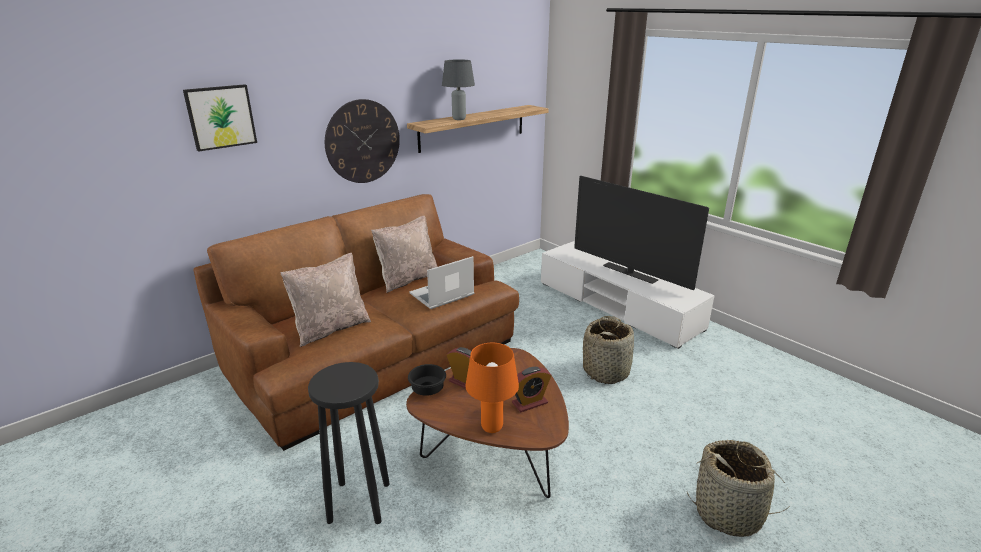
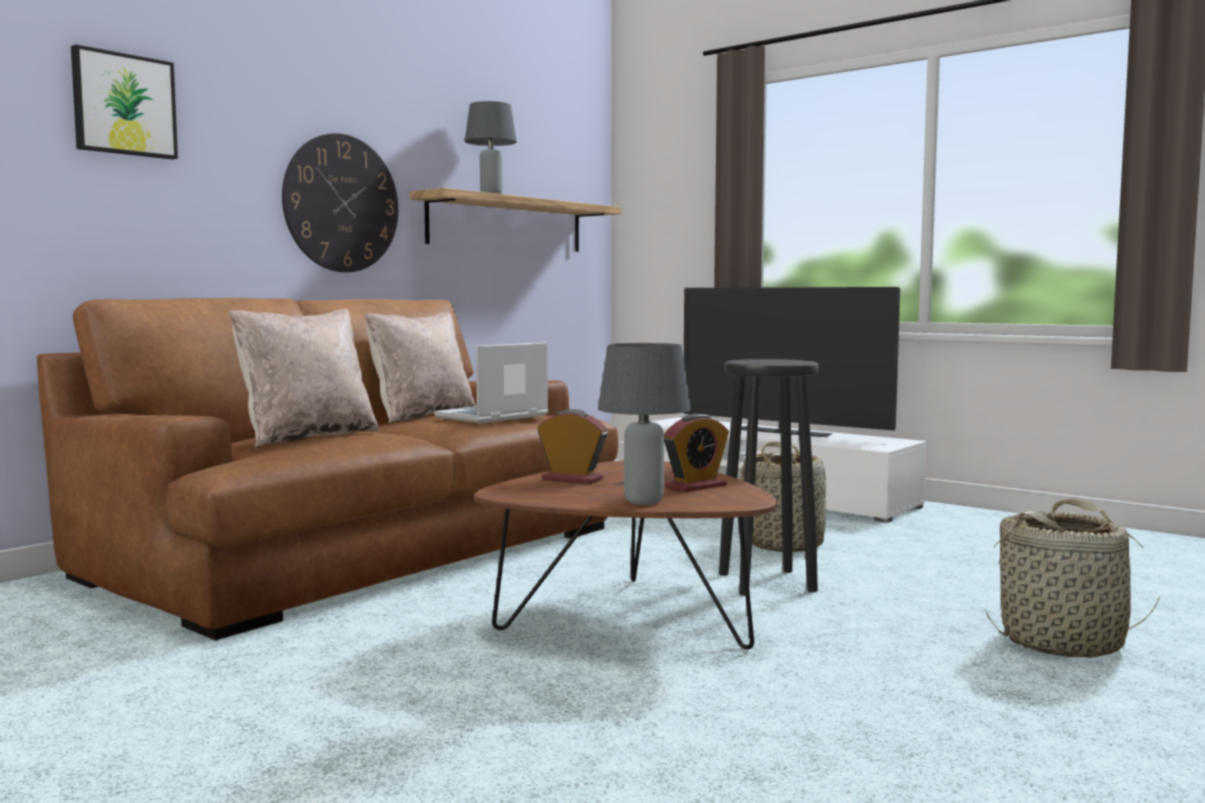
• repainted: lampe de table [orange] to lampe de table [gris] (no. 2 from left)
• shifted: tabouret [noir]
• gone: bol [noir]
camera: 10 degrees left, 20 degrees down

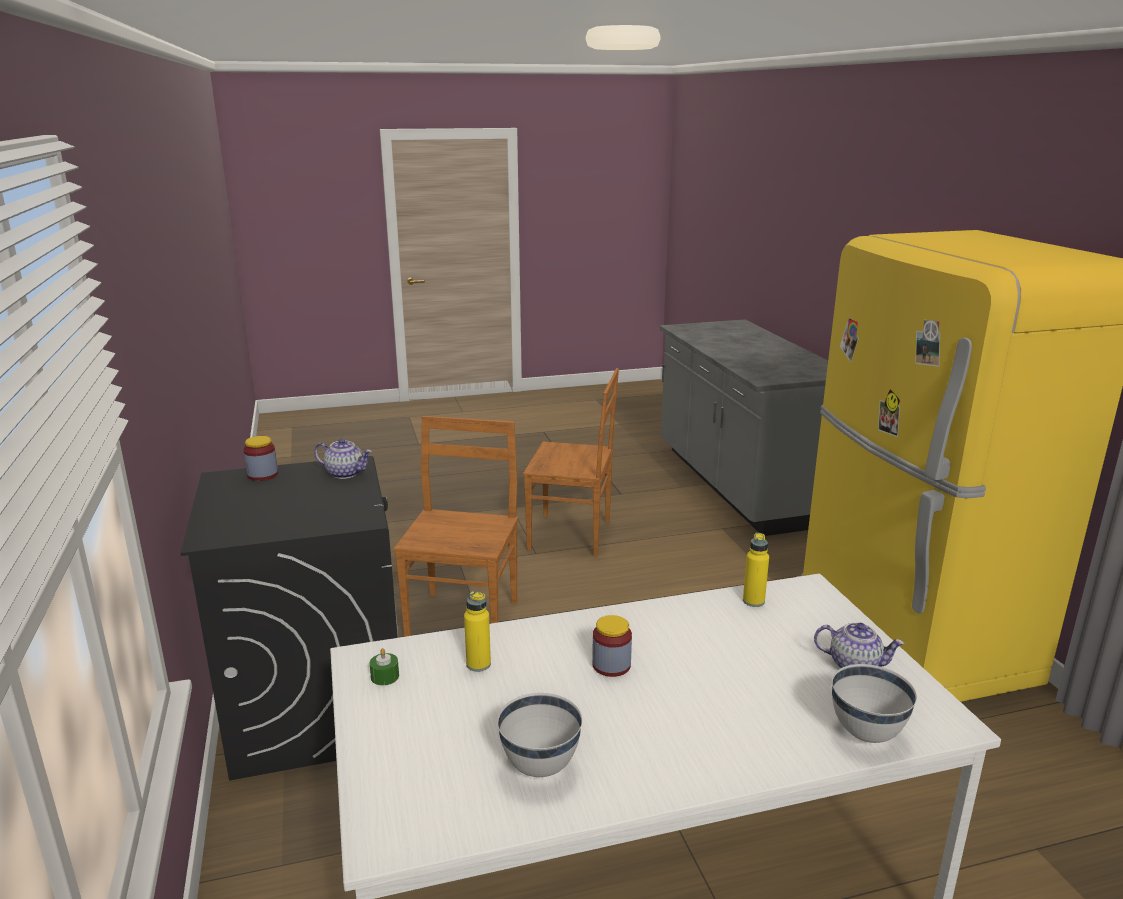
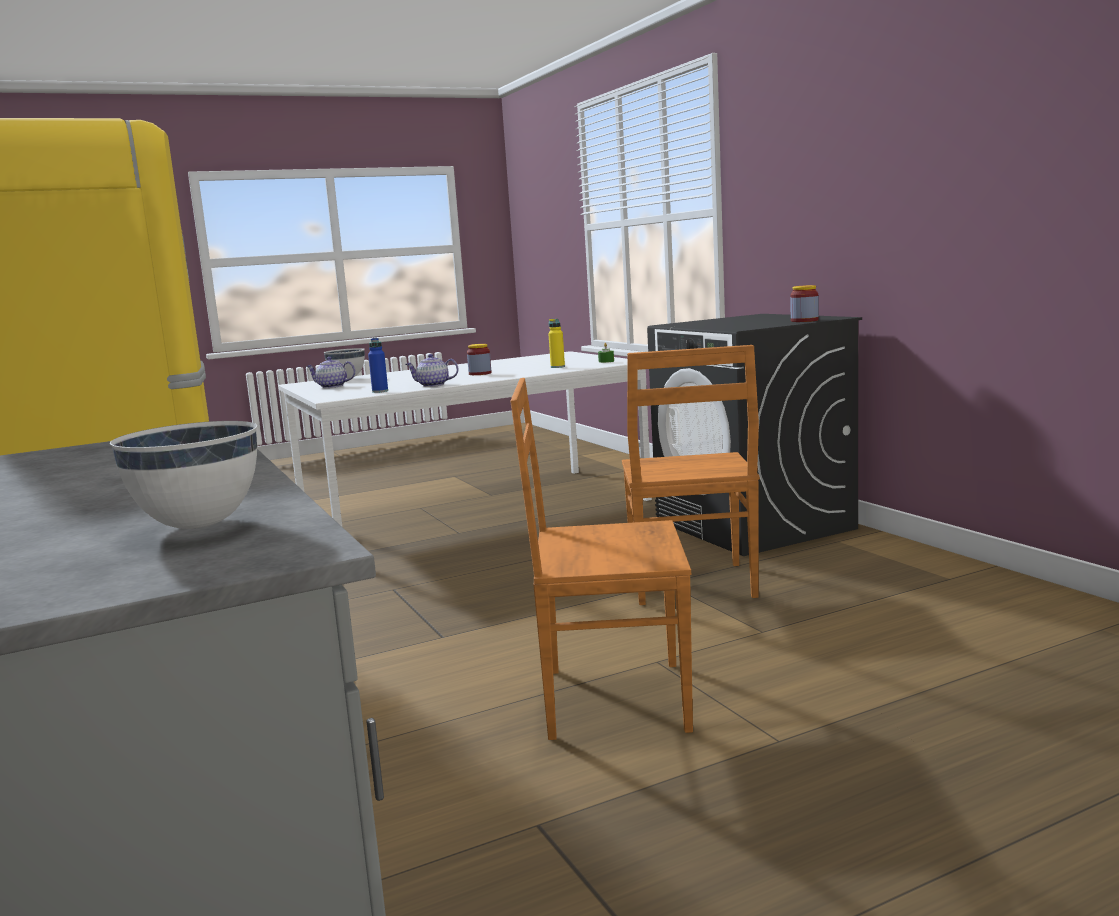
• shifted: théière (no. 1 from left in the first image) to théière (no. 2 from left)
• repainted: bouteille [jaune] (no. 2 from left) to bouteille [bleu]
• shifted: bol [blanc] (no. 1 from left)
camera: 170 degrees right, 10 degrees down

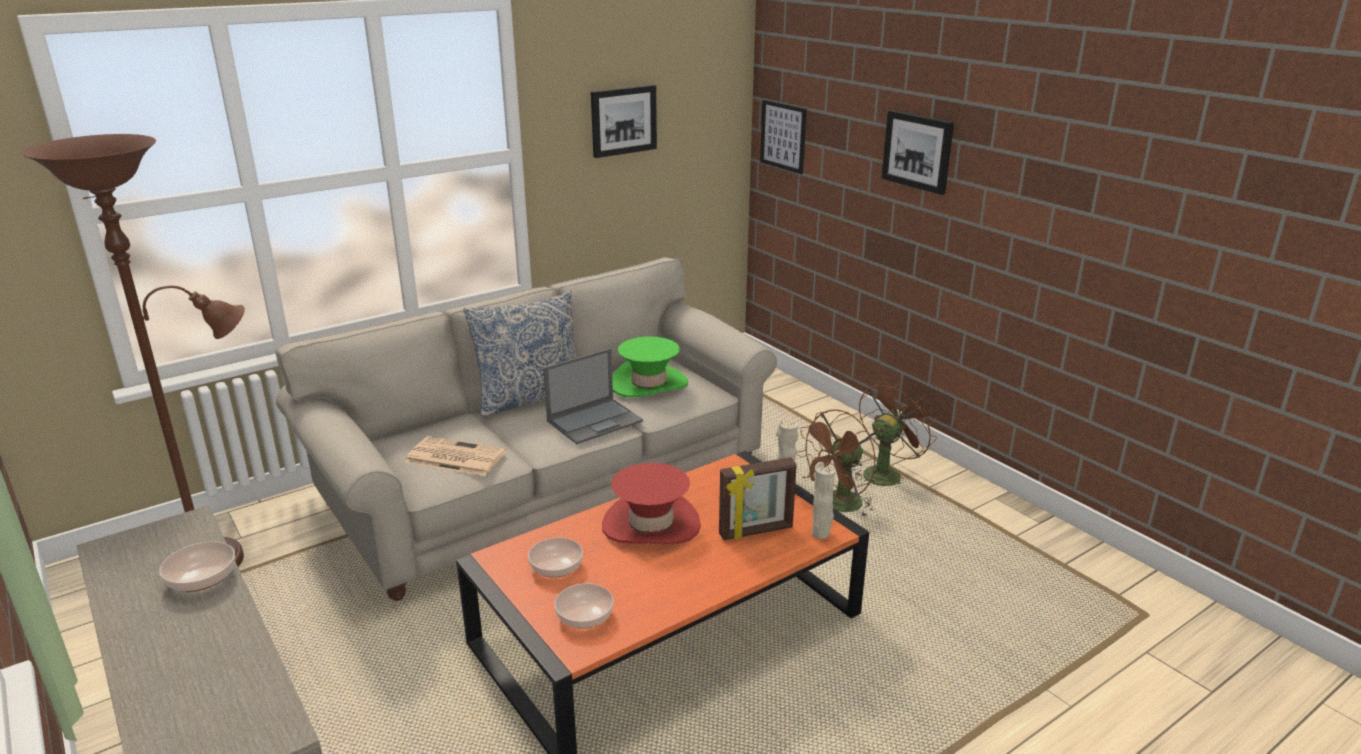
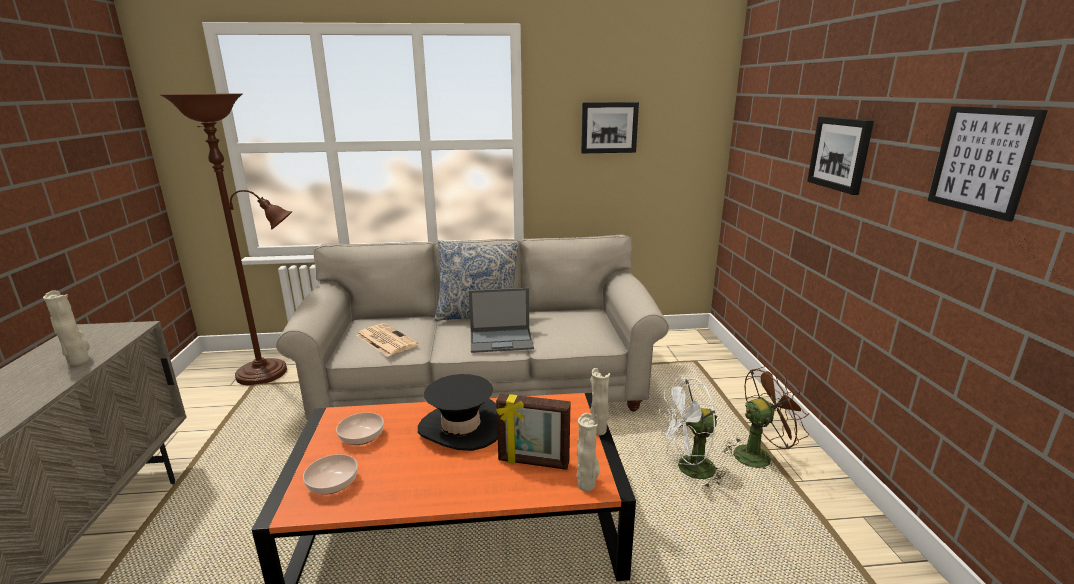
• shifted: tableau (no. 2 from left in the first image) to tableau (no. 3 from left)
• gone: chapeau [vert]
• repainted: ventilateur [marron] (no. 1 from left) to ventilateur [blanc]
• repainted: chapeau [rouge] to chapeau [noir]
• swapped: bol (no. 1 from left) to vase [beige] (no. 1 from left)
camera: 30 degrees right, 5 degrees down

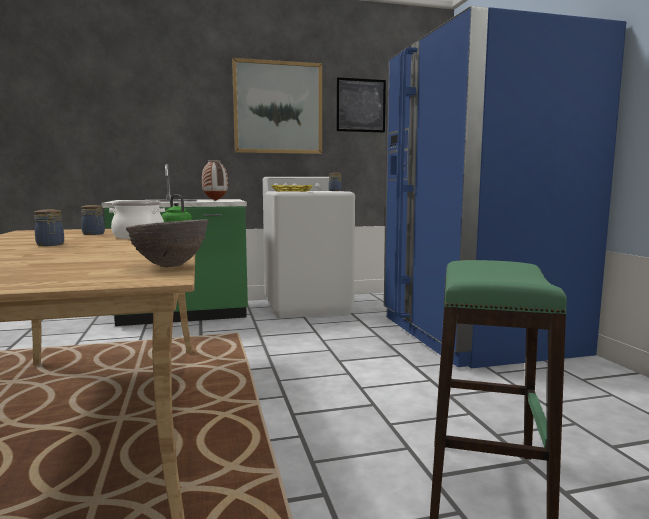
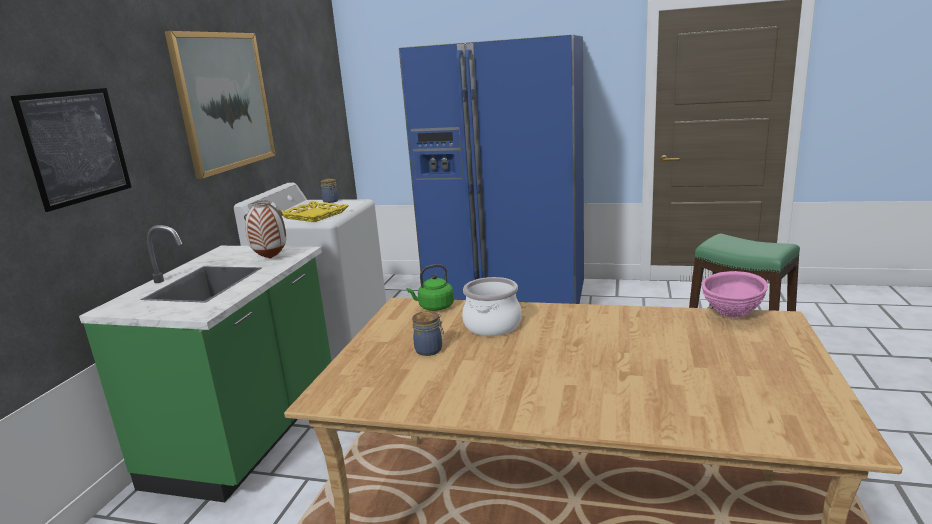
• shifted: tableau (no. 2 from left in the first image) to tableau (no. 1 from left)
• gone: bocal (no. 1 from left)
• repainted: bol [marron] to bol [rose]
camera: 60 degrees left, 10 degrees up

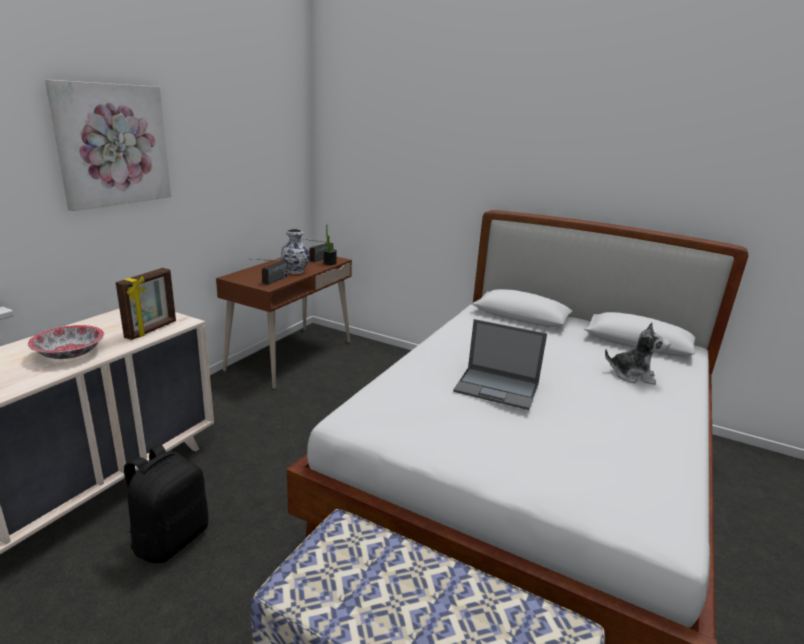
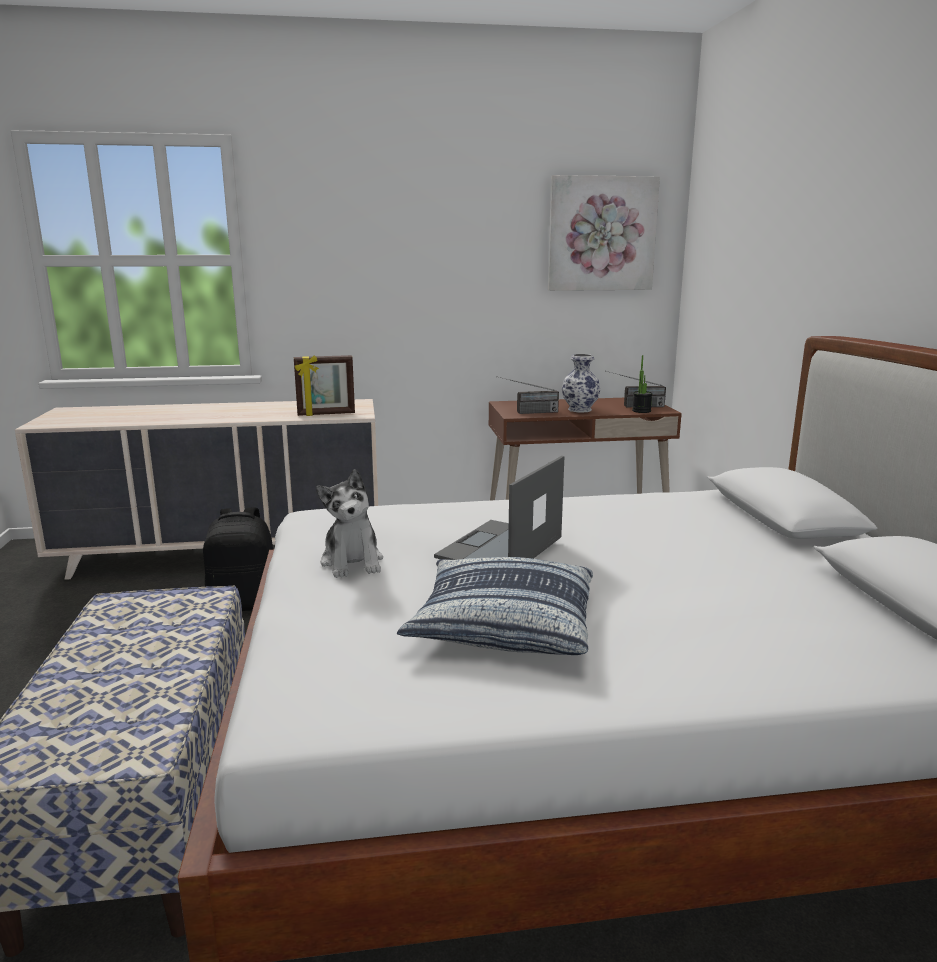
• shifted: tableau
• rotated: ordinateur portable 45 degrees clockwise
• shifted: peluche
• gone: bol
• new: coussin
camera: 55 degrees right, 5 degrees down

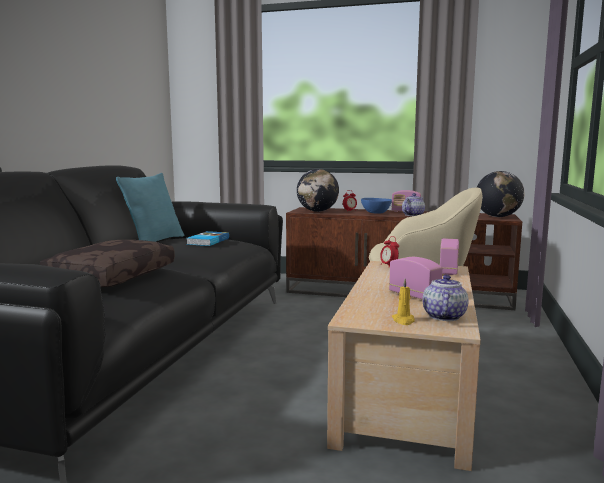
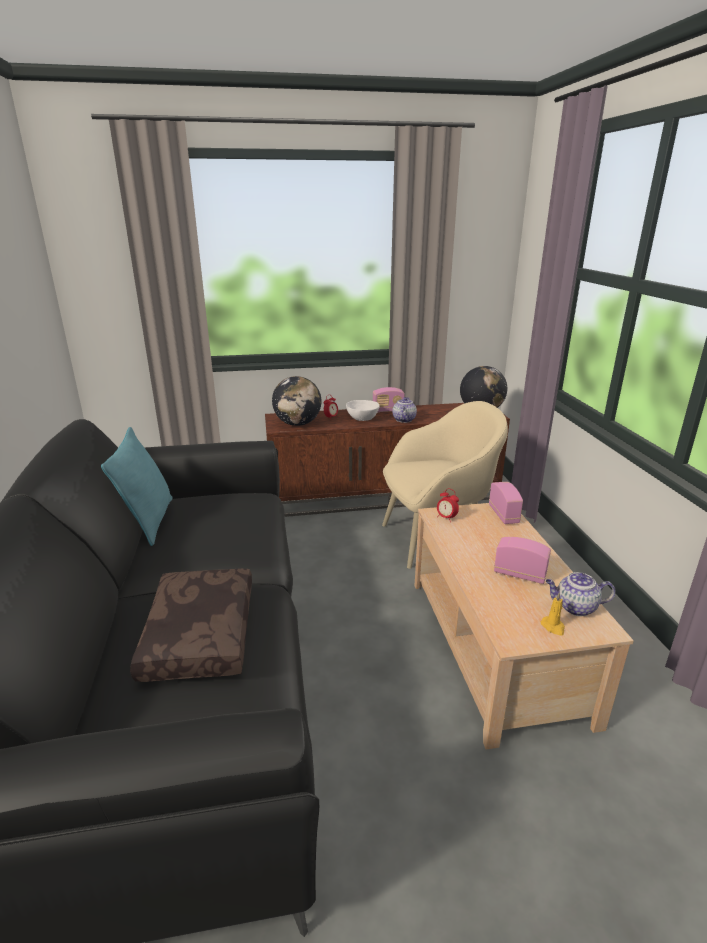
• repainted: bol [bleu] to bol [blanc]
• gone: livre
• rotated: théière (no. 2 from left) 75 degrees counterclockwise
camera: 25 degrees left, 15 degrees up

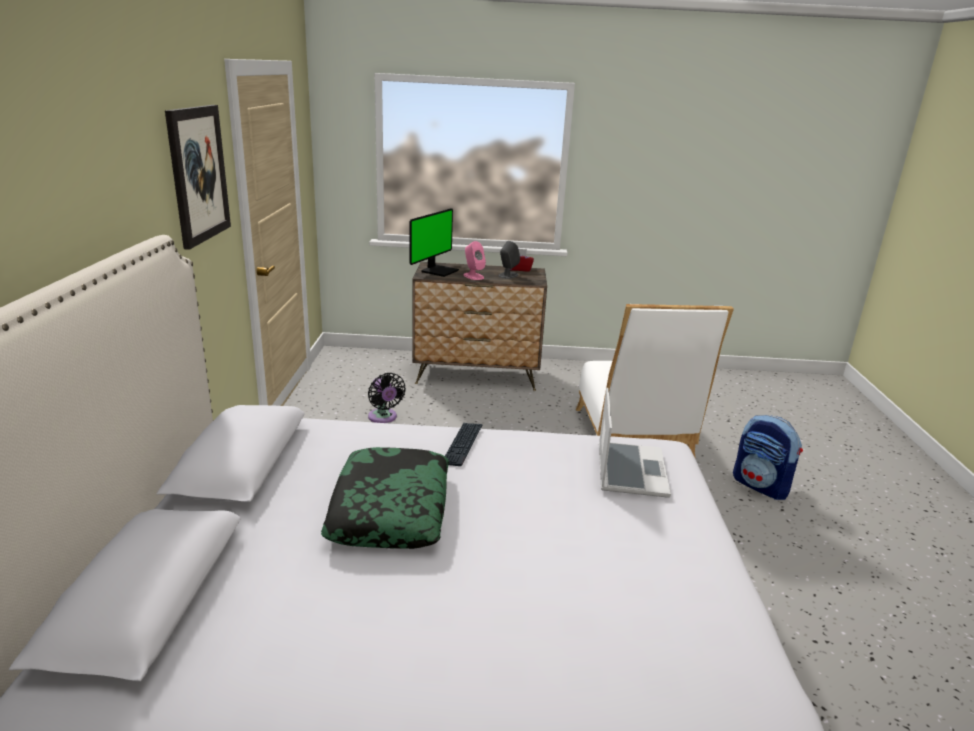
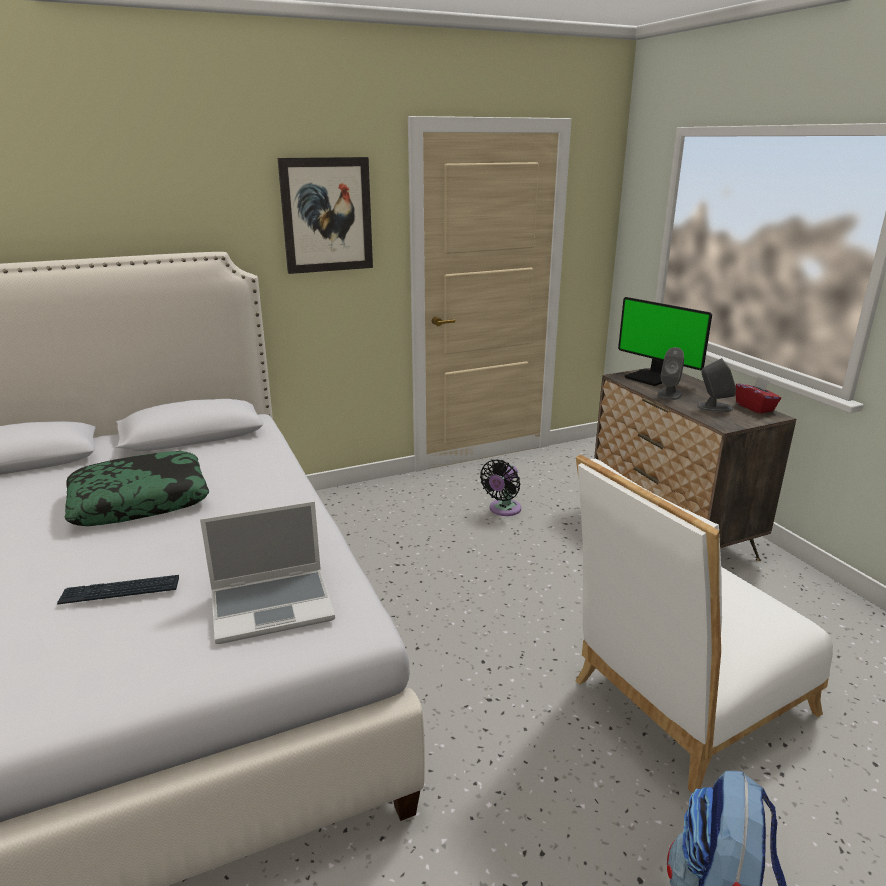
• rotated: écran d'ordinateur 45 degrees clockwise
• repainted: enceinte [rose] to enceinte [gris] (no. 1 from left)
• shifted: clavier
camera: 65 degrees right, 0 degrees up

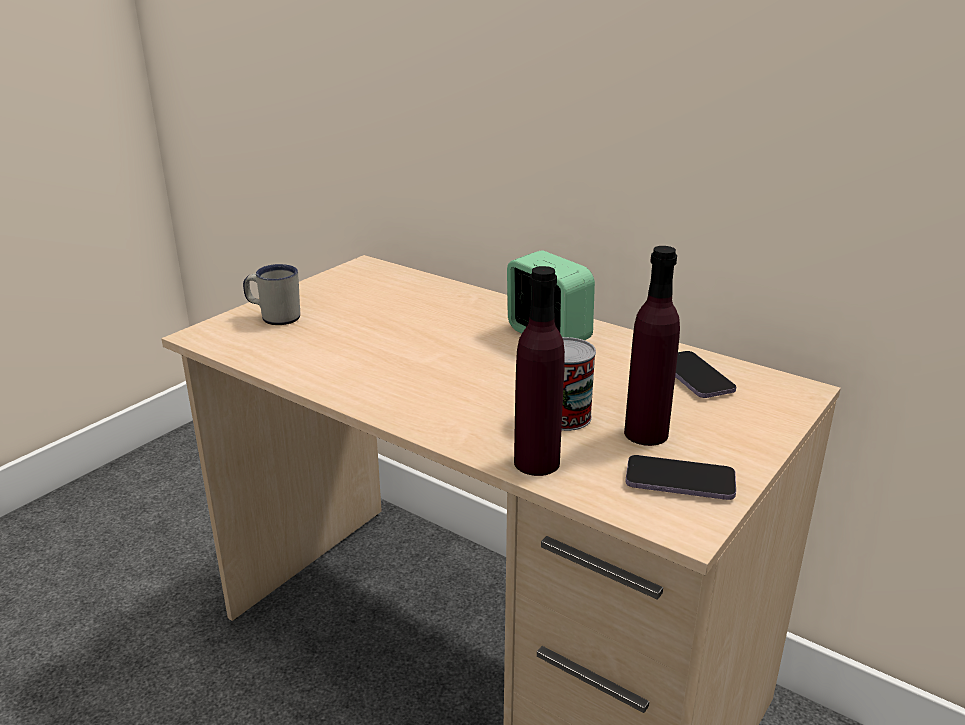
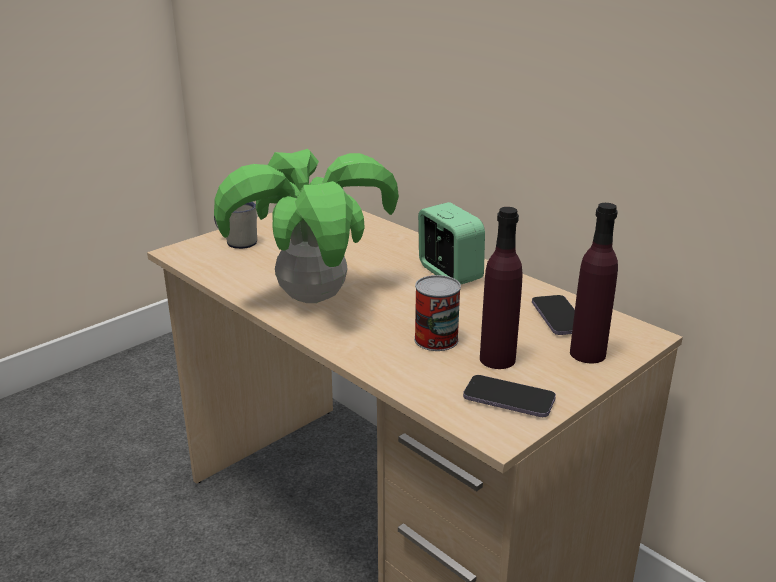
• shifted: bouteille [violet] (no. 1 from left in the first image) to bouteille [violet] (no. 2 from left)
• new: plante en pot
camera: 10 degrees right, 0 degrees up

